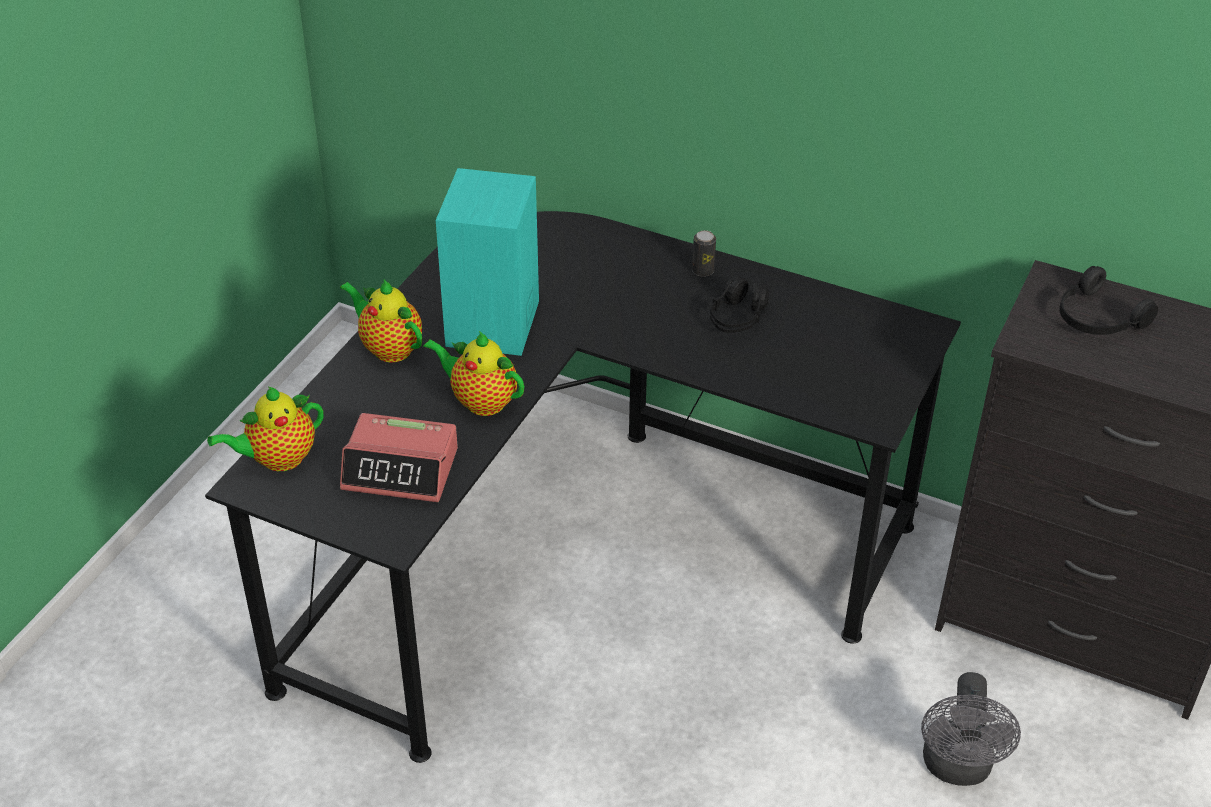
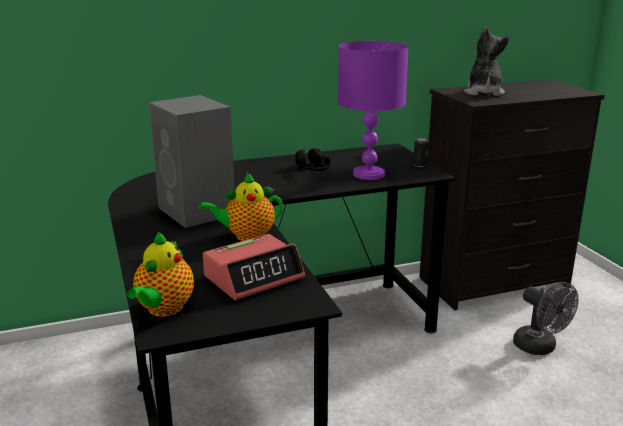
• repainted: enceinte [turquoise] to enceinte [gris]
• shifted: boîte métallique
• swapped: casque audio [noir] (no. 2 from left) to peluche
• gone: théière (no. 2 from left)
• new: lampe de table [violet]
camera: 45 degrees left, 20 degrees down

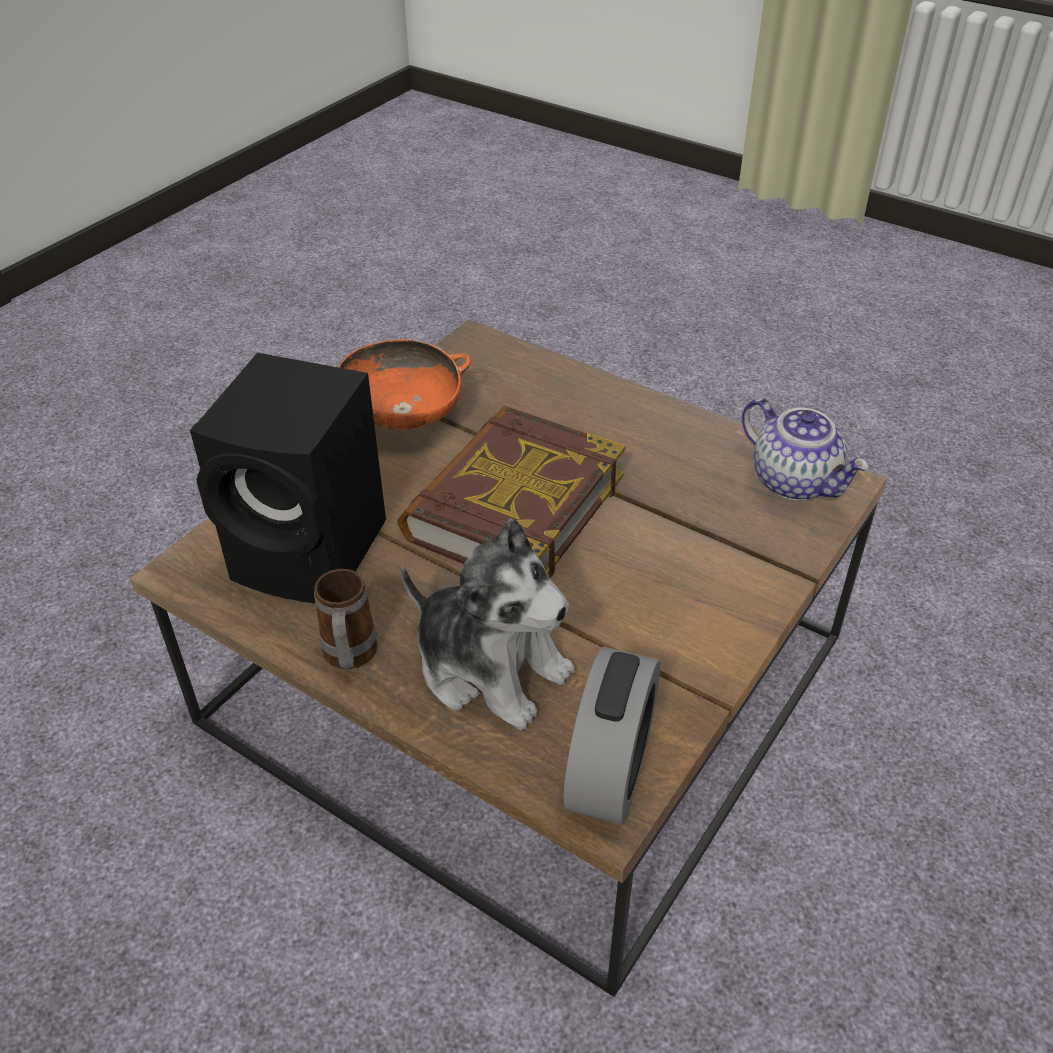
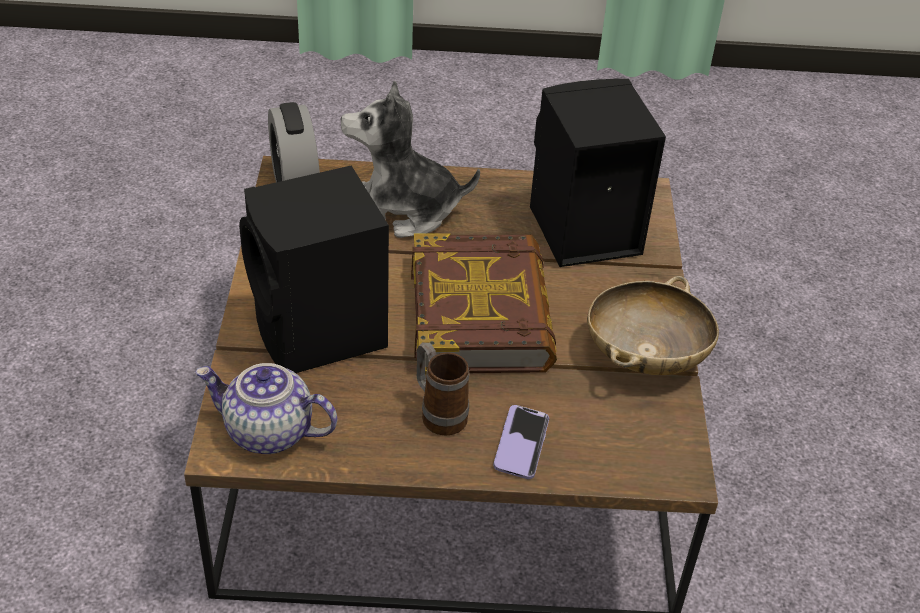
• repainted: bol [orange] to bol [beige]
• shifted: mug
• new: enceinte [noir] (no. 1 from left)
• new: téléphone
camera: 145 degrees right, 0 degrees up

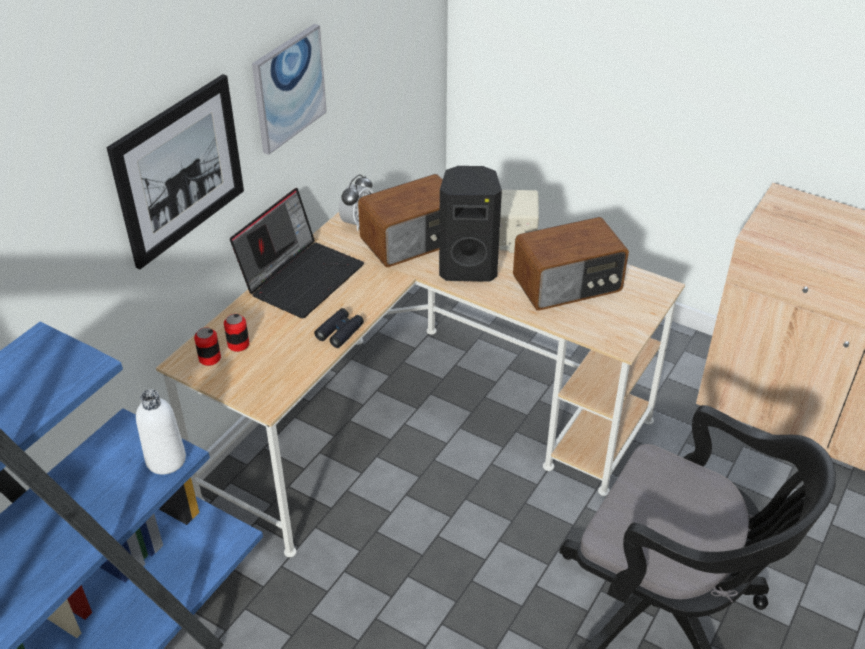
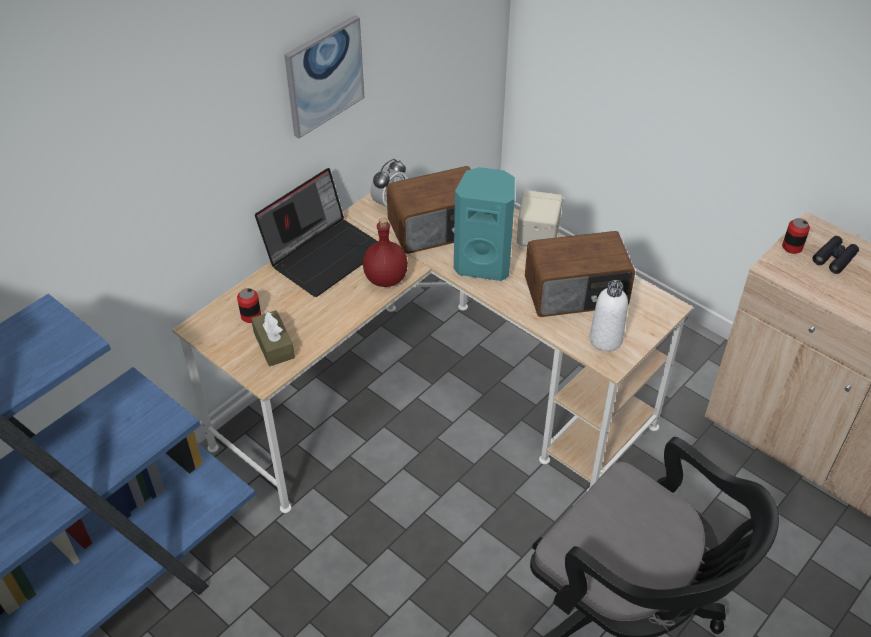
• gone: tableau (no. 1 from left)
• repainted: enceinte [noir] to enceinte [turquoise]
• shifted: jumelles [noir]
• shifted: boîte métallique (no. 1 from left in the first image) to boîte métallique (no. 2 from left)
• shifted: bouteille [blanc]
• new: bouteille [rouge]
• new: boîte à mouchoirs [marron]
camera: 10 degrees right, 5 degrees up

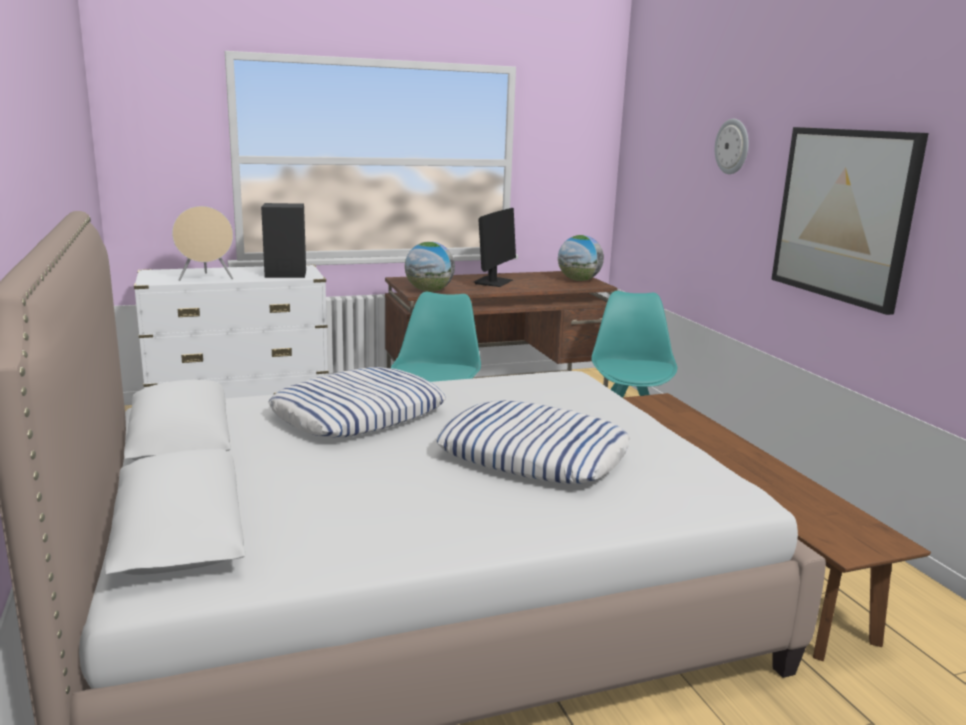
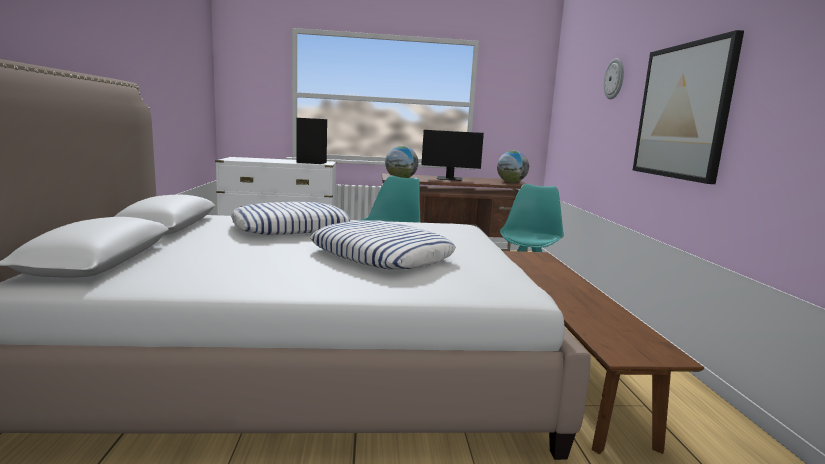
• gone: enceinte [beige]
• rotated: écran d'ordinateur 60 degrees clockwise
camera: 15 degrees right, 5 degrees down

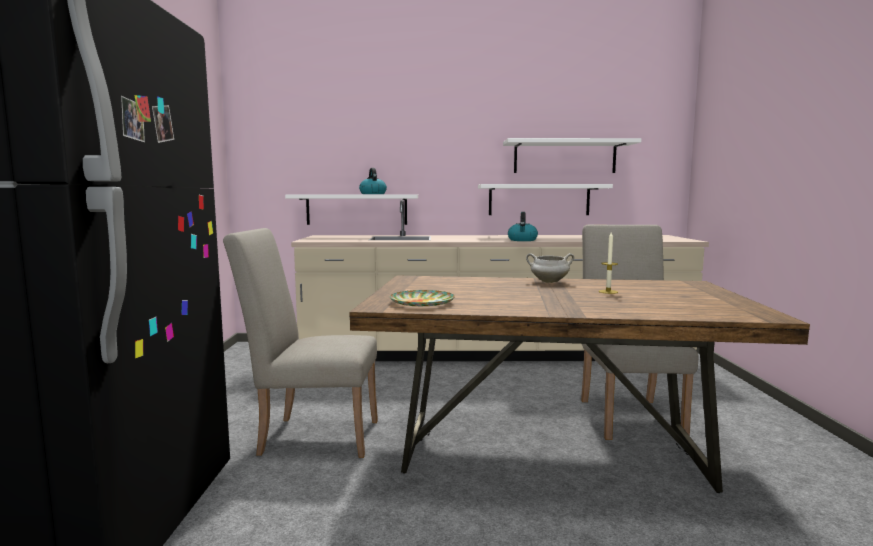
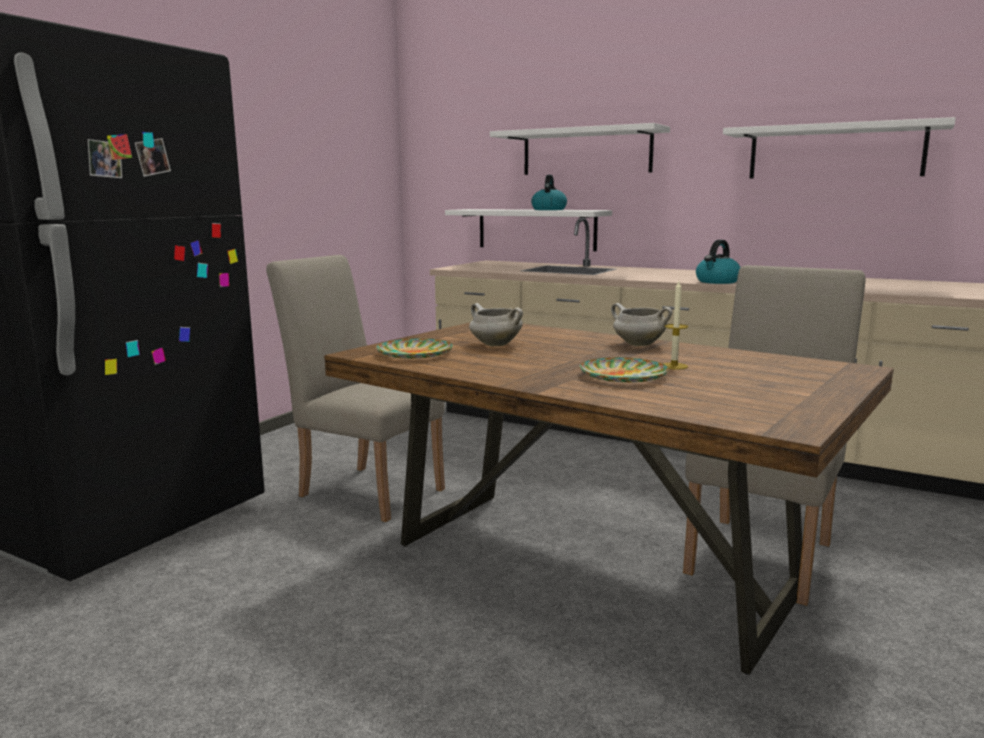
• shifted: étagère [blanc] (no. 2 from left)
• new: marmite [blanc] (no. 1 from left)
• new: assiette (no. 2 from left)
camera: 30 degrees right, 5 degrees up

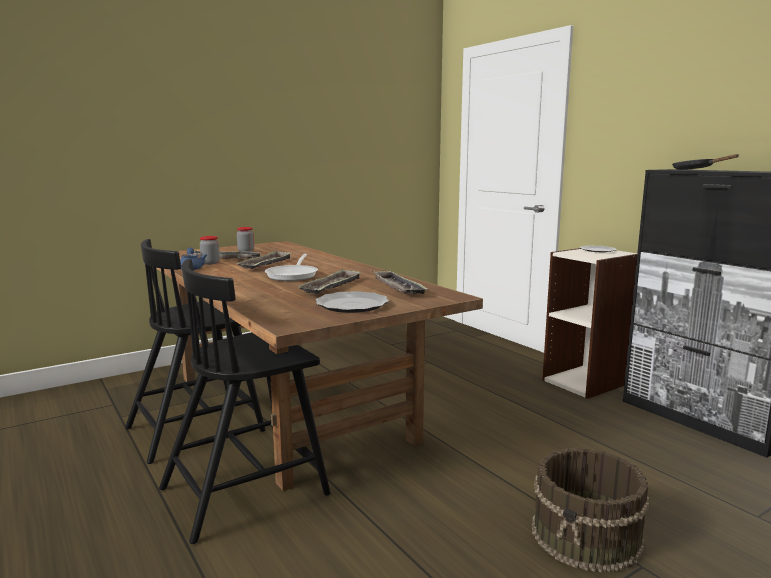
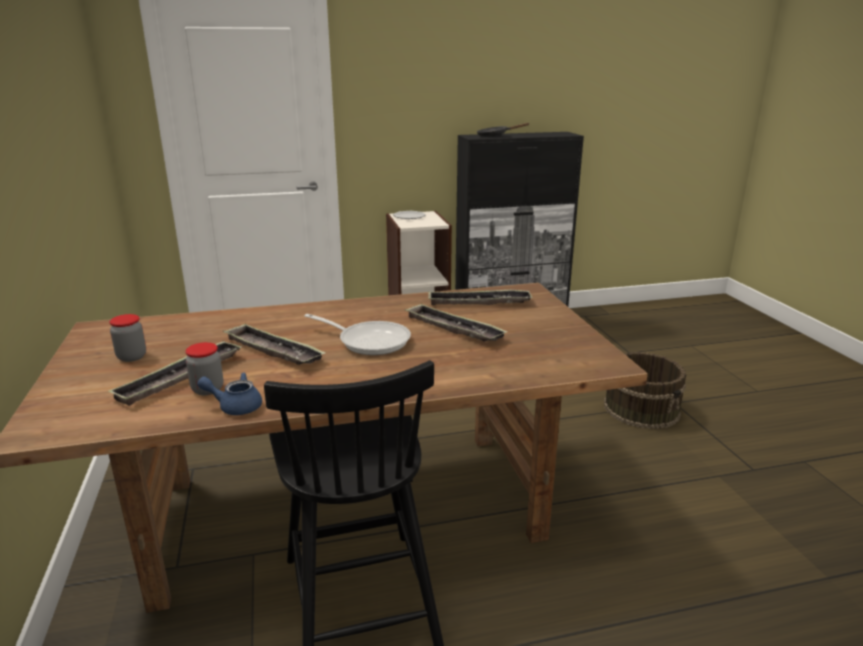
• gone: chaise [noir] (no. 2 from left)
• gone: assiette (no. 1 from left)
camera: 70 degrees left, 10 degrees up

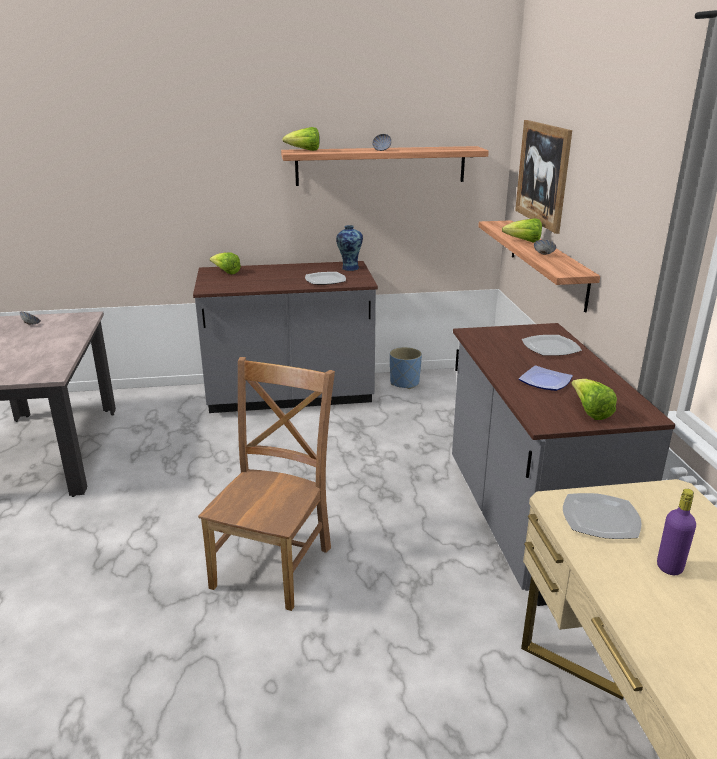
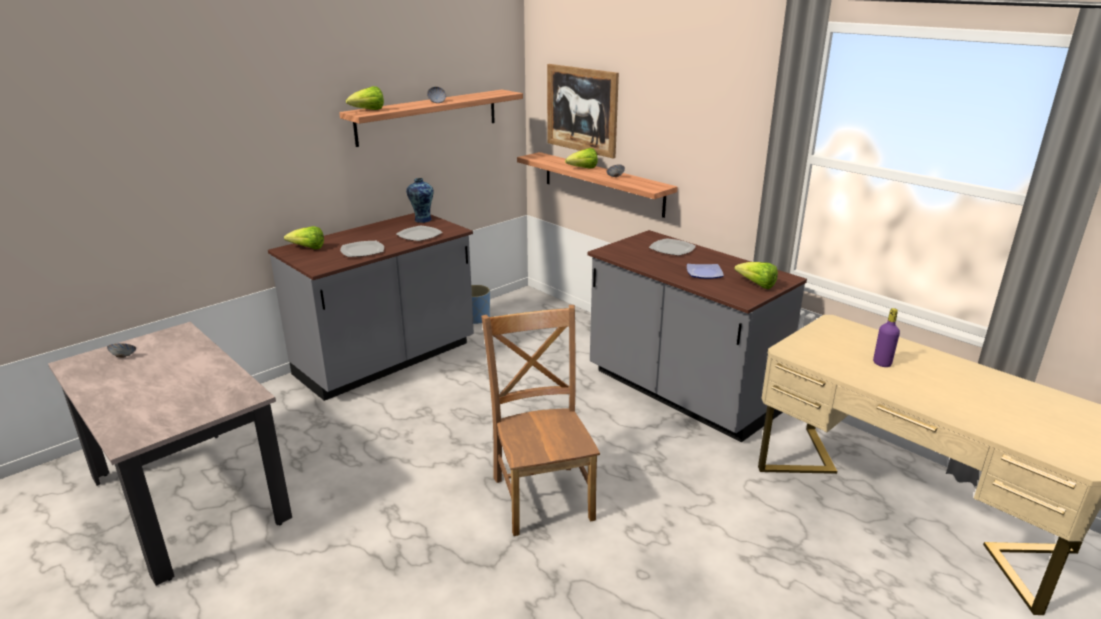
• shifted: assiette (no. 4 from left in the first image) to assiette (no. 1 from left)
camera: 35 degrees left, 0 degrees up

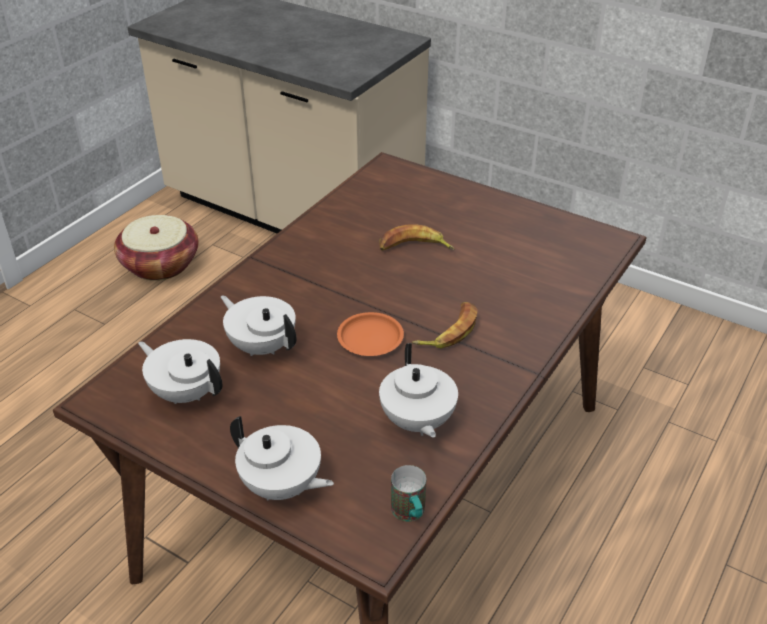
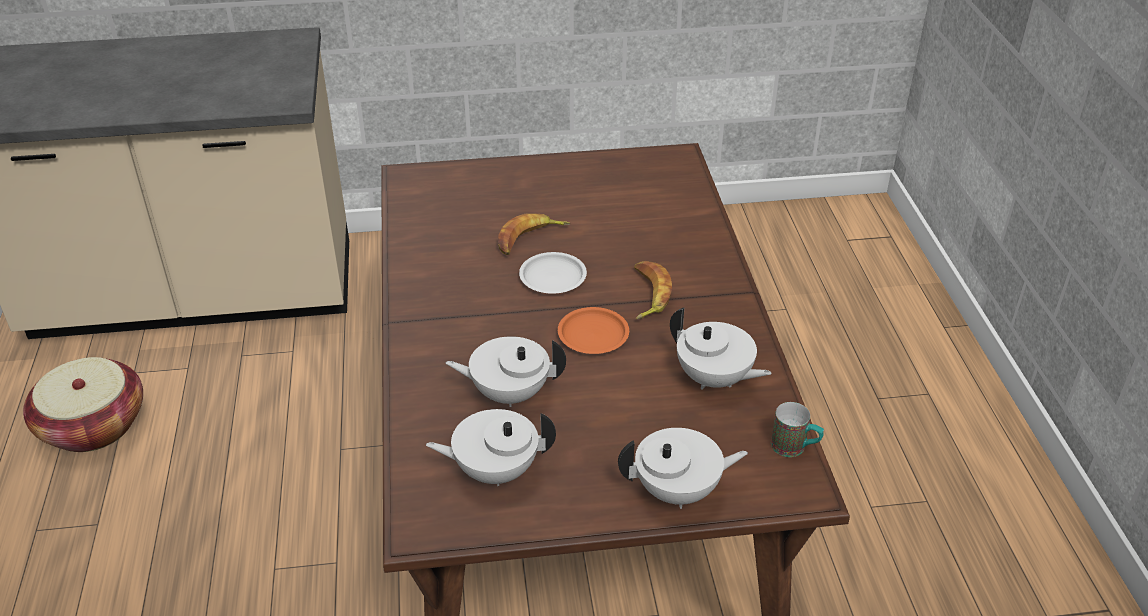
• new: assiette [blanc]
camera: 40 degrees left, 0 degrees up

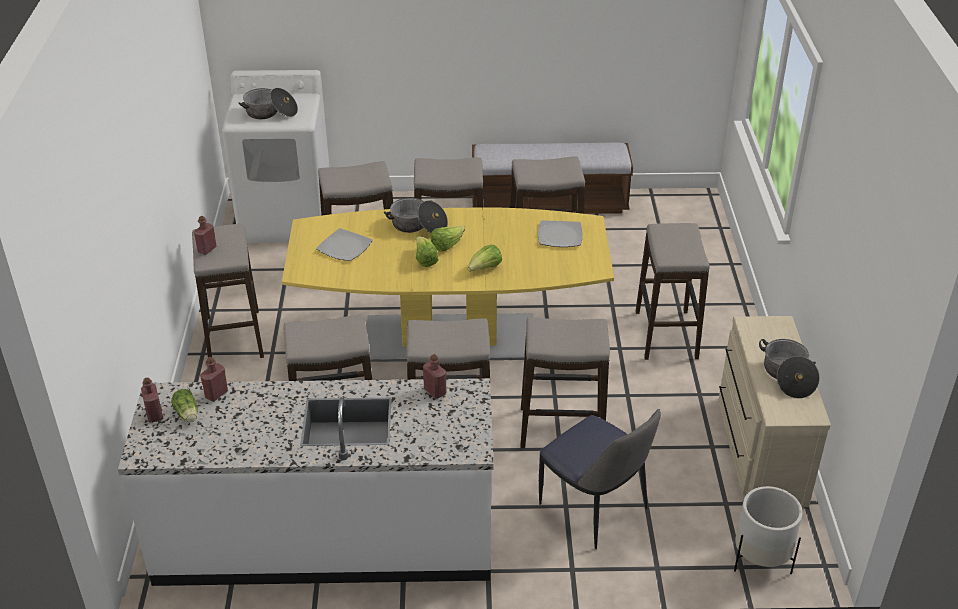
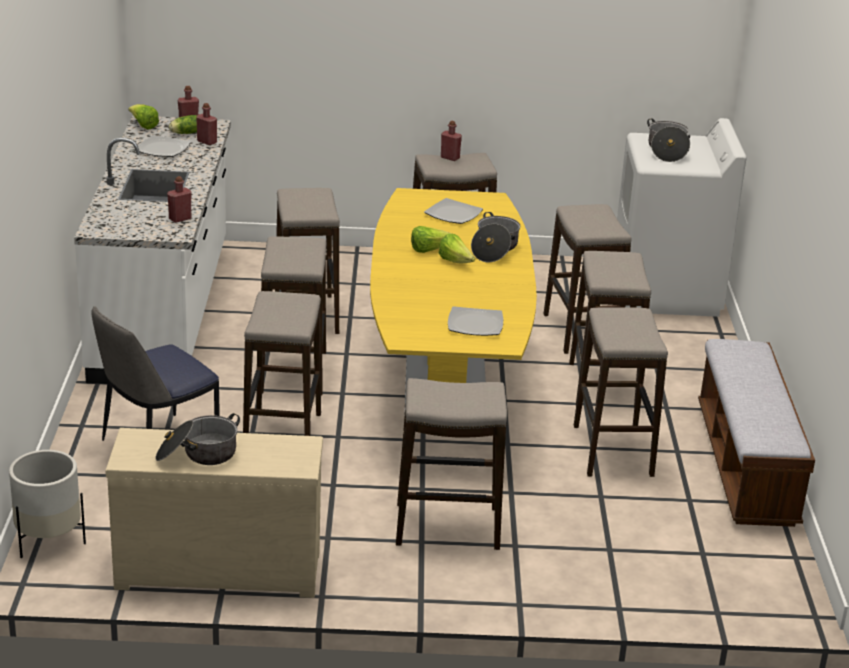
• shifted: laitue (no. 4 from left in the first image) to laitue (no. 1 from left)
• new: assiette (no. 1 from left)
camera: 90 degrees right, 10 degrees down

